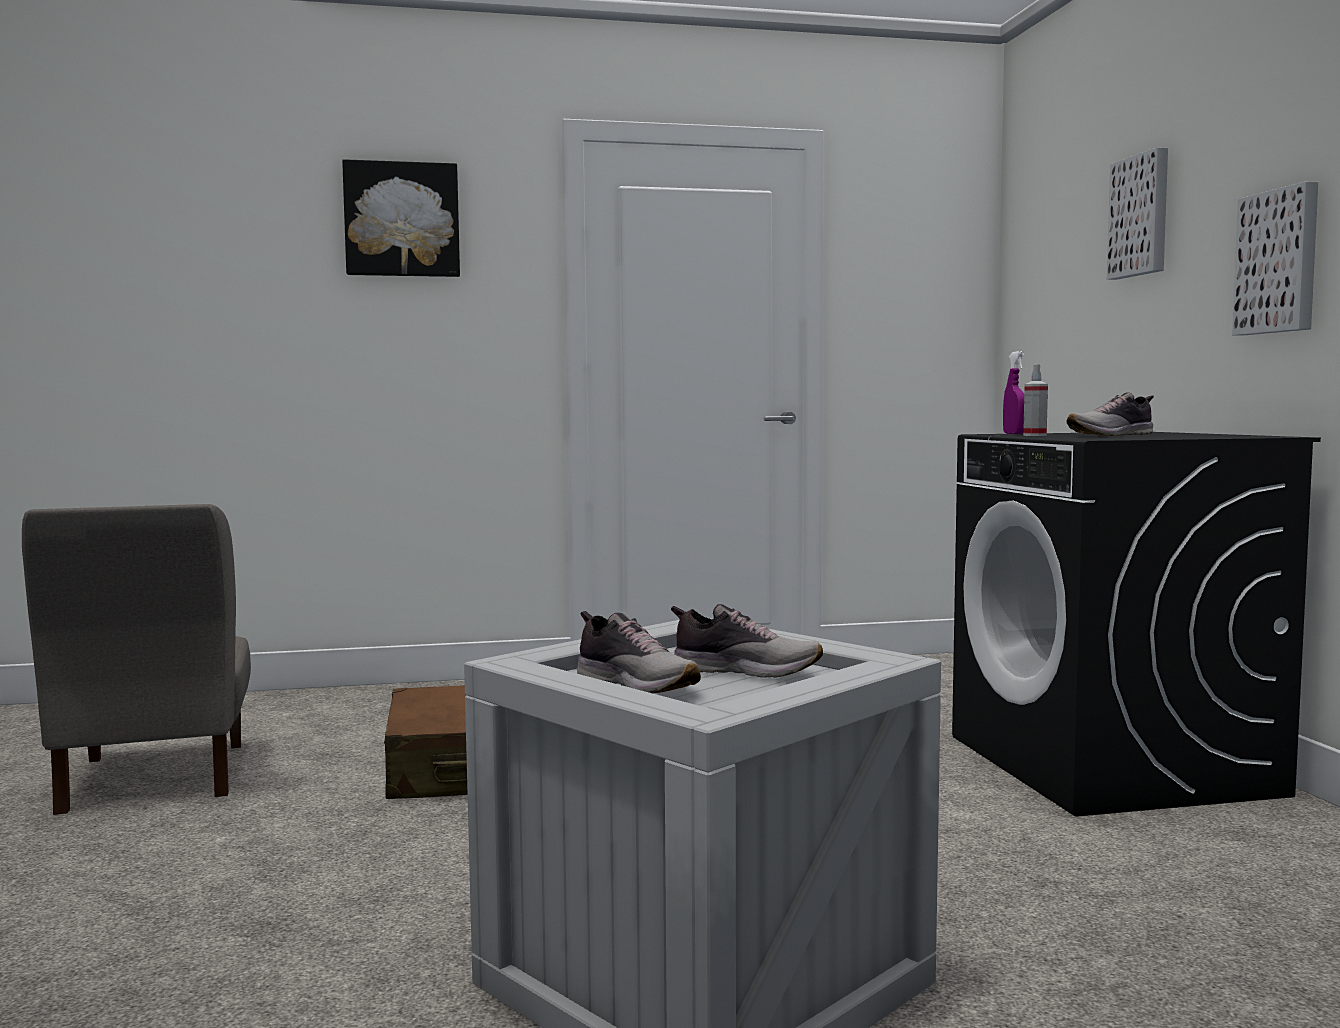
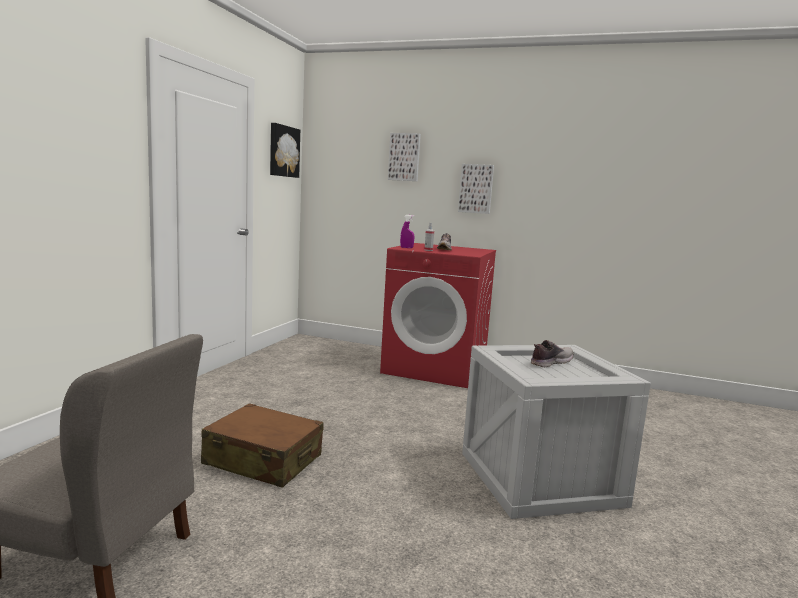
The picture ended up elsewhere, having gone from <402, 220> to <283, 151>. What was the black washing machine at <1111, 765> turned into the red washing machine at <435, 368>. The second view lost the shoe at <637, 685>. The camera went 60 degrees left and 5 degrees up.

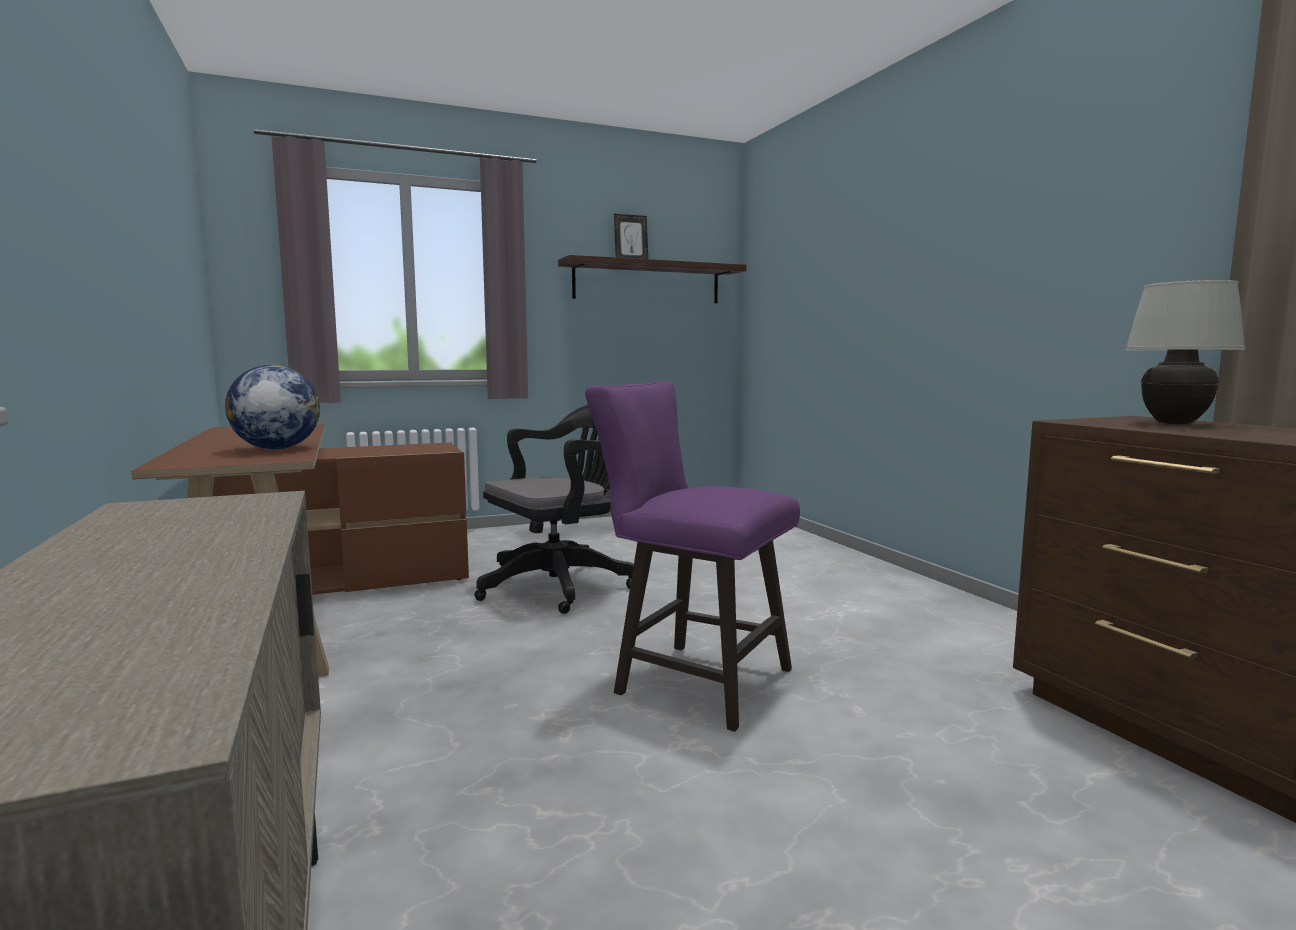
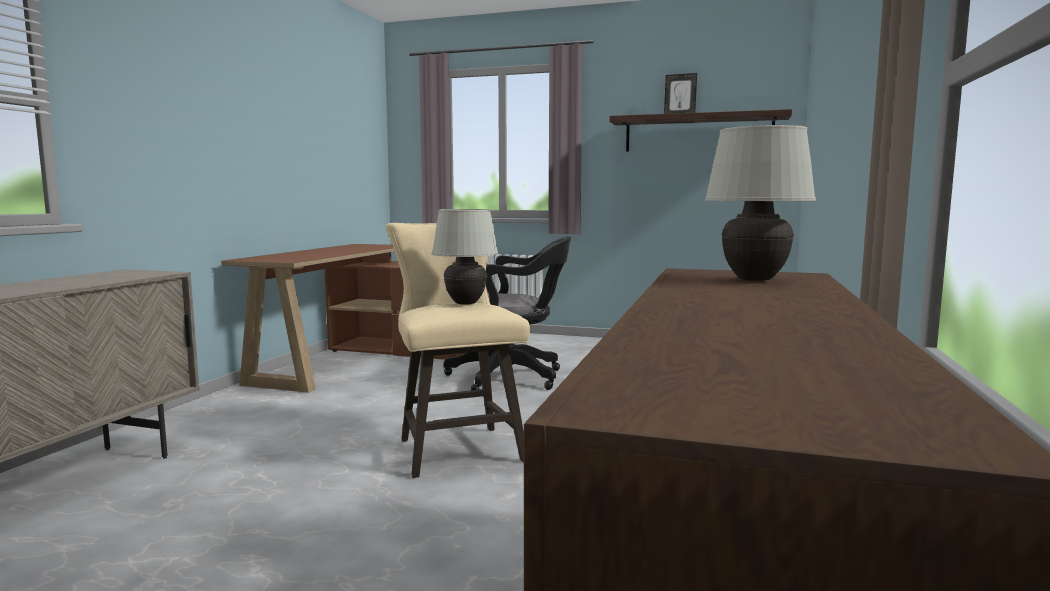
The second view lost the globe at <276, 449>. What was the purple stool at <691, 679> turned into the beige stool at <456, 447>. The second view gained the white table lamp at <465, 304>. The camera went 40 degrees right and 0 degrees up.

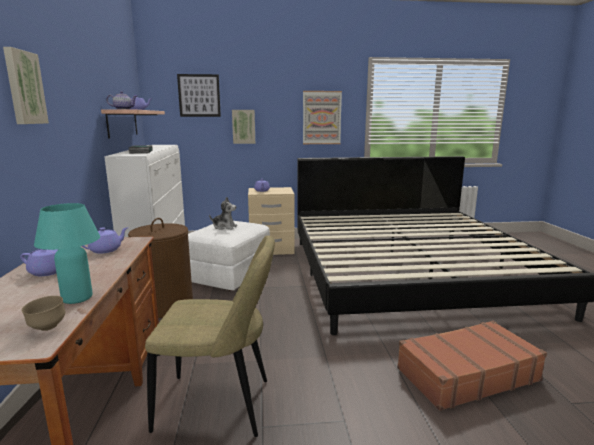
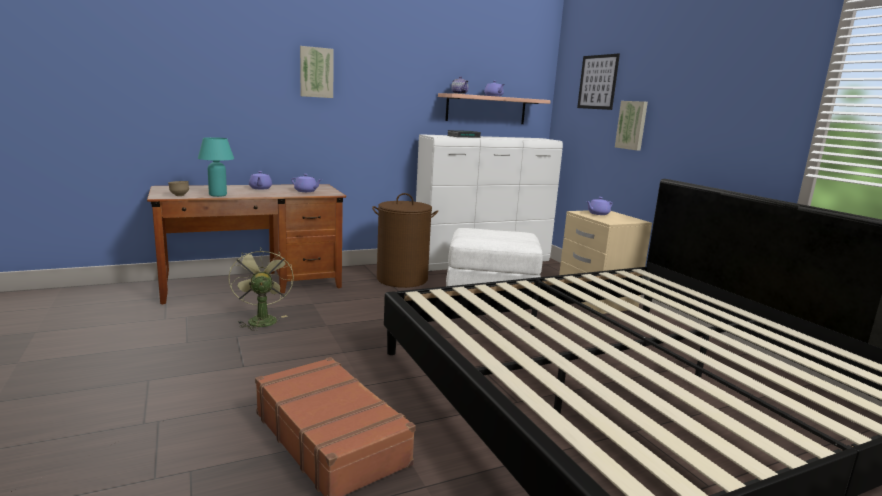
The second view lost the picture at <321, 118>. The second view lost the plush toy at <224, 227>. Where the beige chair stood at <219, 405>, the green fan came to stand at <261, 319>. The camera went 70 degrees right and 0 degrees up.

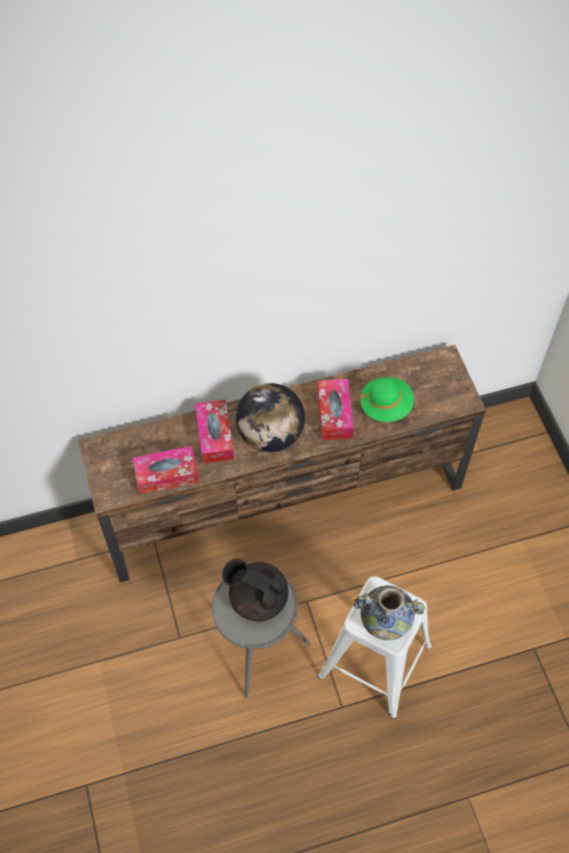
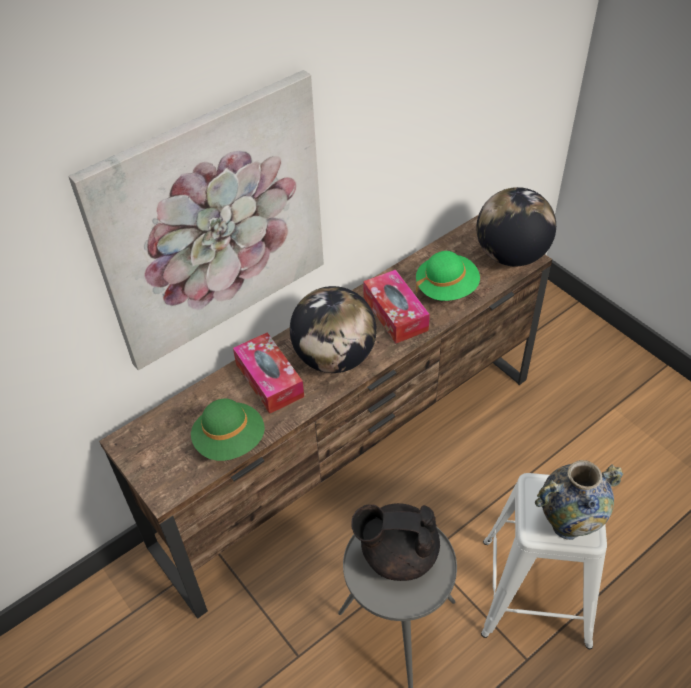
Where the tissue box stood at <167, 475>, the green hat came to stand at <230, 441>. The second view gained the picture at <213, 223>. The second view gained the globe at <511, 255>. The camera went 20 degrees left and 10 degrees down.

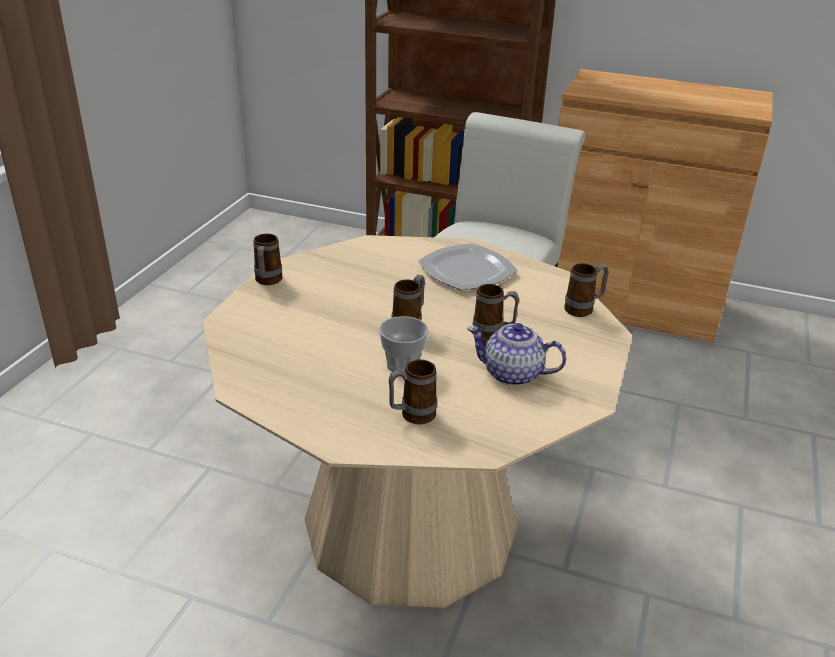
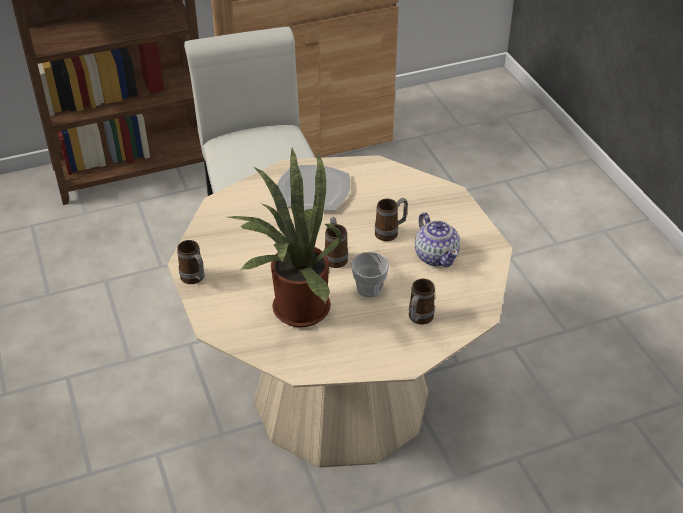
The second view lost the mug at <583, 309>. The teapot at <513, 374> ended up facing another way, 90 degrees counterclockwise from before. The second view gained the potted plant at <295, 309>. The camera went 40 degrees left and 10 degrees up.

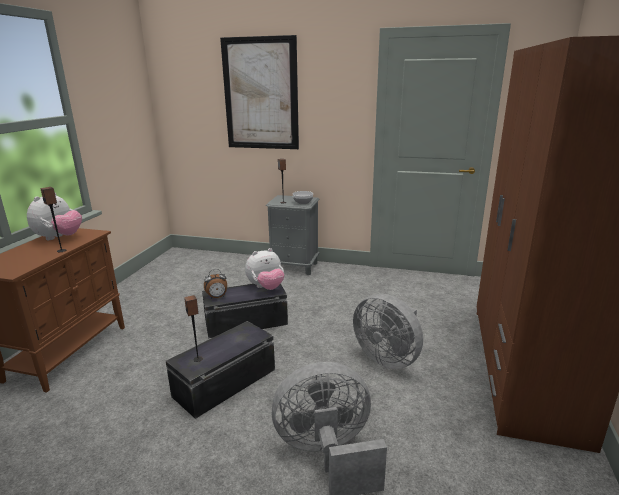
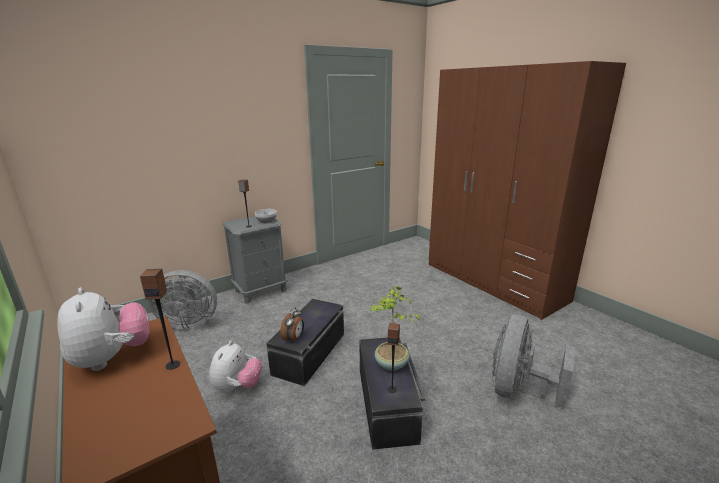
The second view lost the picture at <260, 94>. The plush toy ended up elsewhere, having gone from <266, 287> to <237, 387>. The grey fan ended up elsewhere, having gone from <387, 357> to <189, 322>. The second view gained the potted plant at <391, 365>. The camera went 50 degrees left and 0 degrees up.

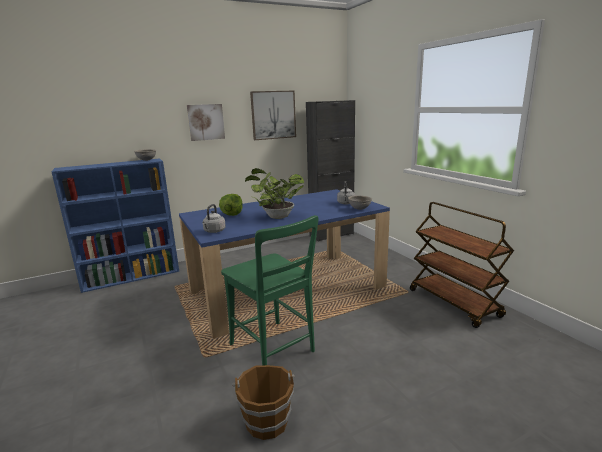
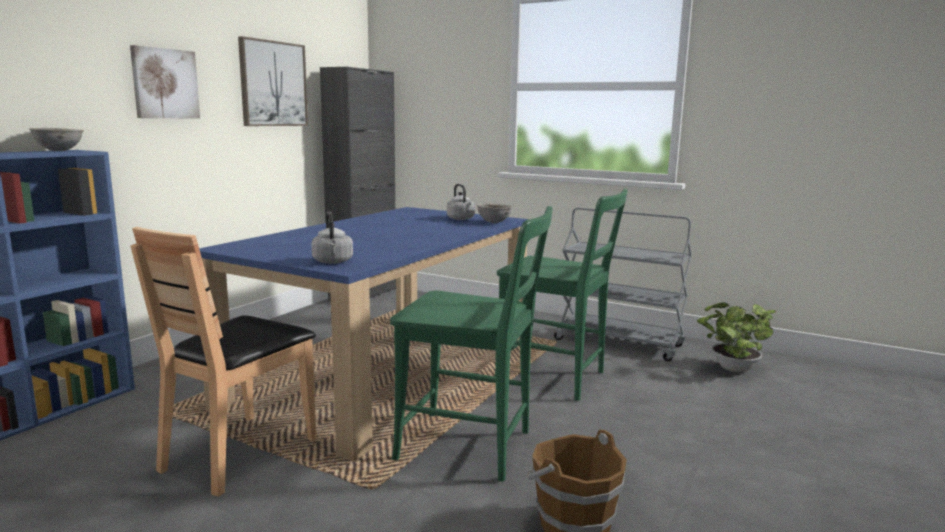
The potted plant ended up elsewhere, having gone from <276, 217> to <731, 369>. The second view lost the lettuce at <232, 214>. What was the brown cart at <454, 303> turned into the grey cart at <619, 343>. The second view gained the green chair at <556, 378>. The second view gained the brown chair at <240, 453>. The camera went 35 degrees left and 5 degrees down.

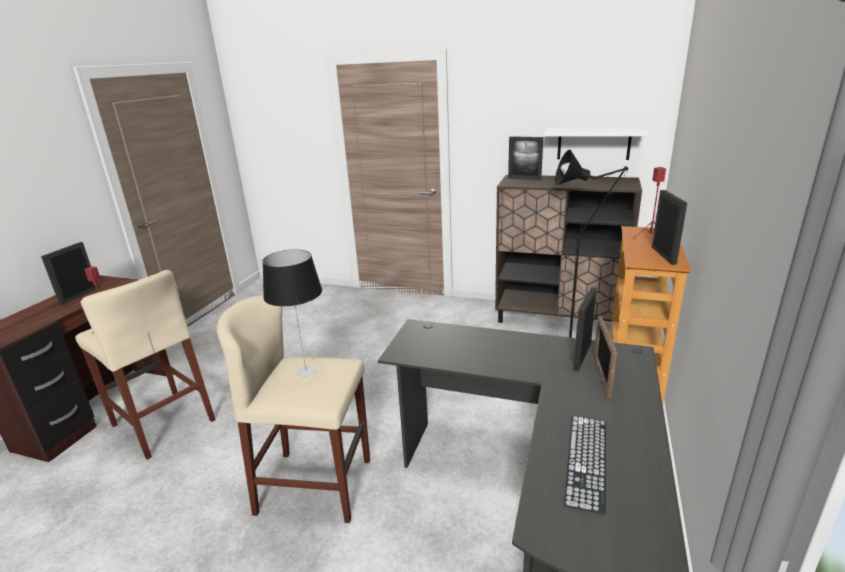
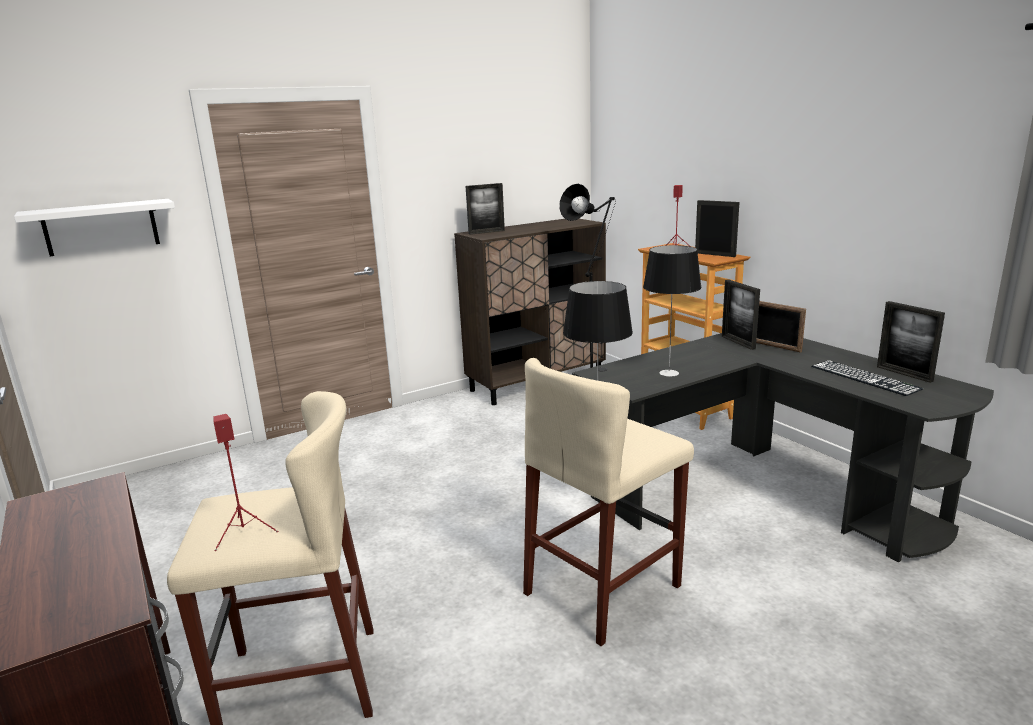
The white shelf ended up elsewhere, having gone from <593, 143> to <101, 227>. The picture frame ended up elsewhere, having gone from <79, 296> to <904, 374>. The second view gained the table lamp at <669, 373>. The camera went 50 degrees left and 5 degrees down.

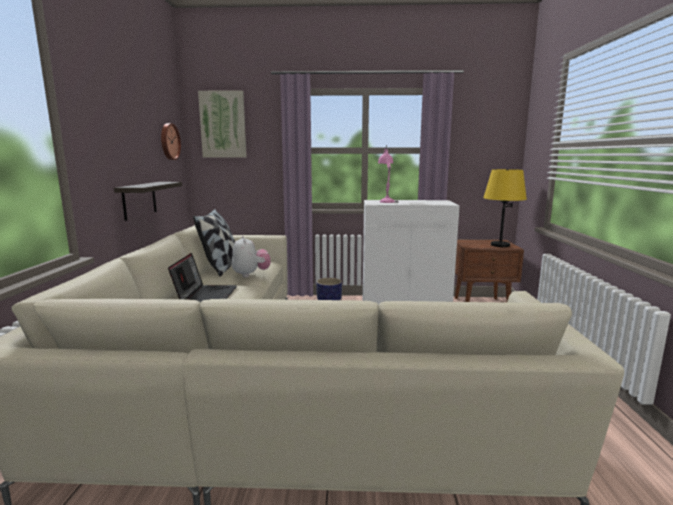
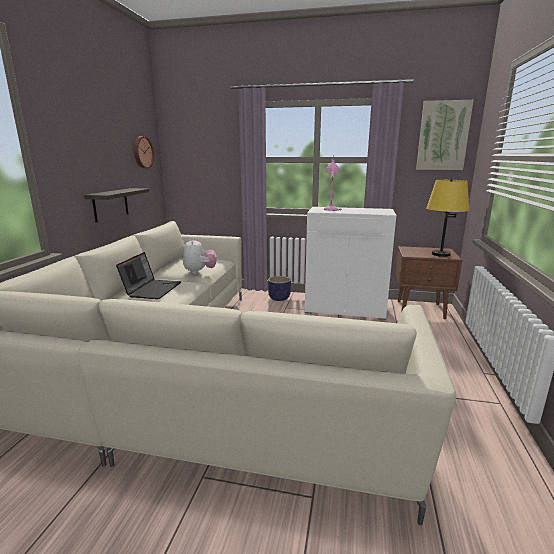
The picture ended up elsewhere, having gone from <223, 124> to <443, 136>. The second view lost the pillow at <221, 268>. The camera went 10 degrees right and 5 degrees up.

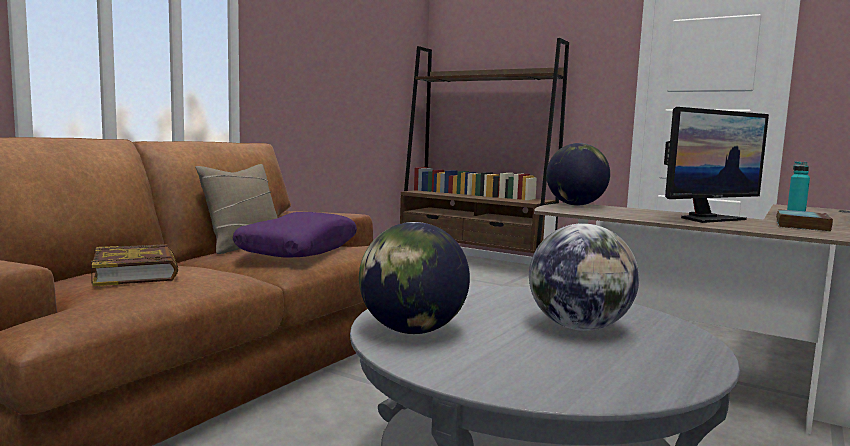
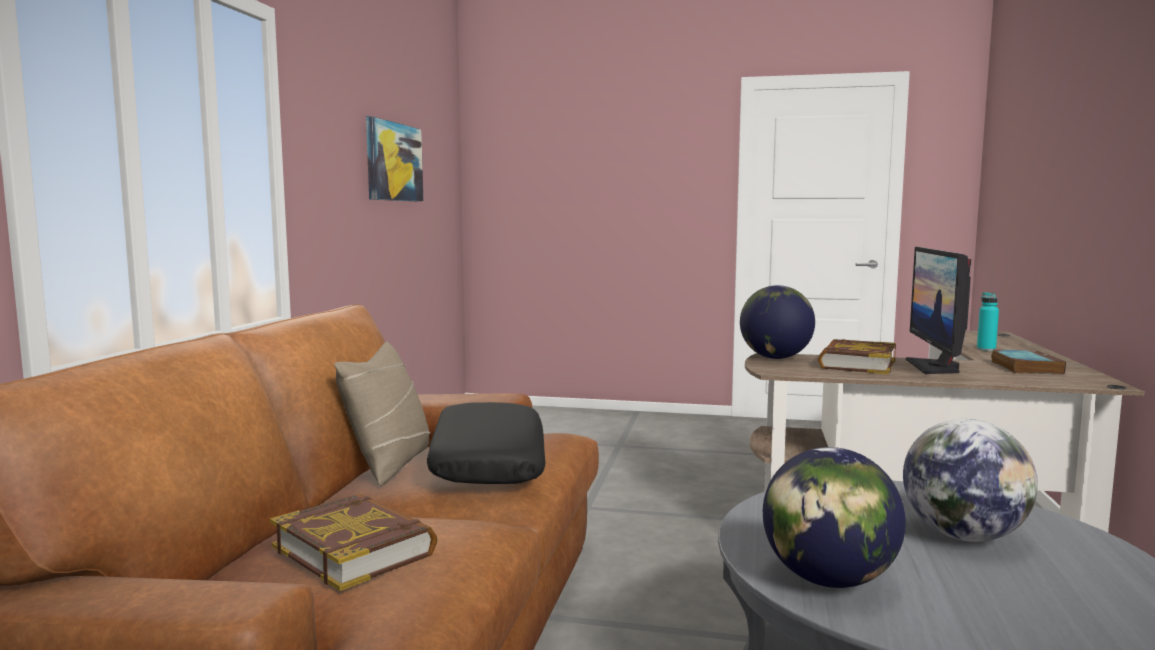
The second view lost the brown bookcase at <474, 262>. The monitor at <708, 218> ended up facing another way, 150 degrees clockwise from before. What was the purple pillow at <298, 250> turned into the black pillow at <487, 462>. The second view gained the picture at <394, 162>. The second view gained the book at <856, 364>. The camera went 20 degrees left and 0 degrees up.

